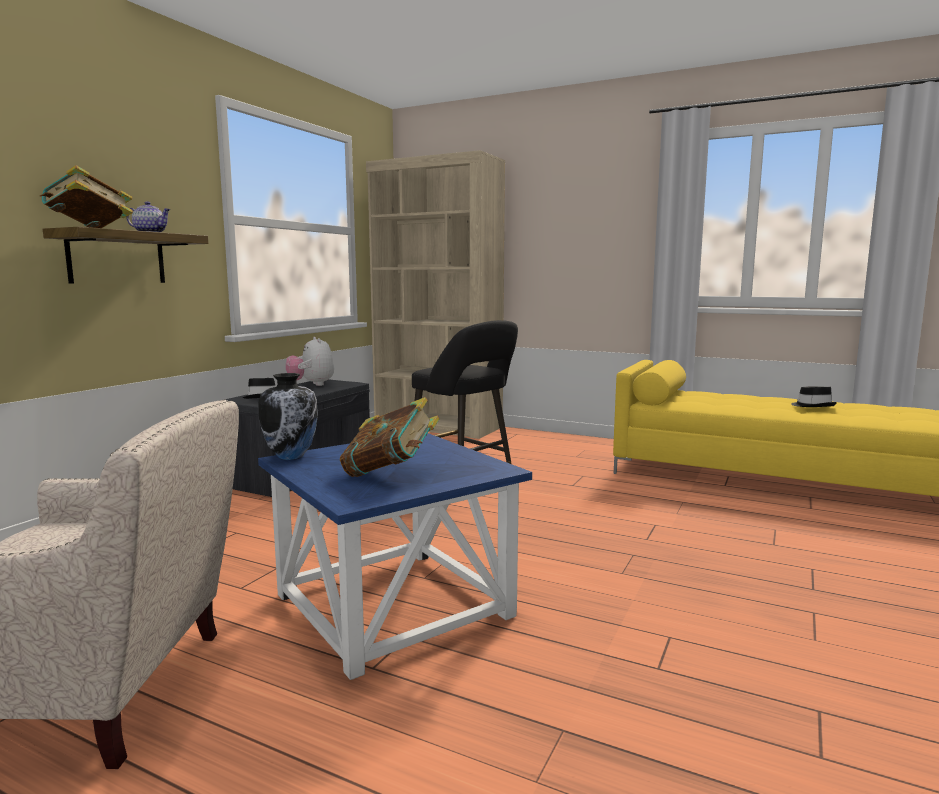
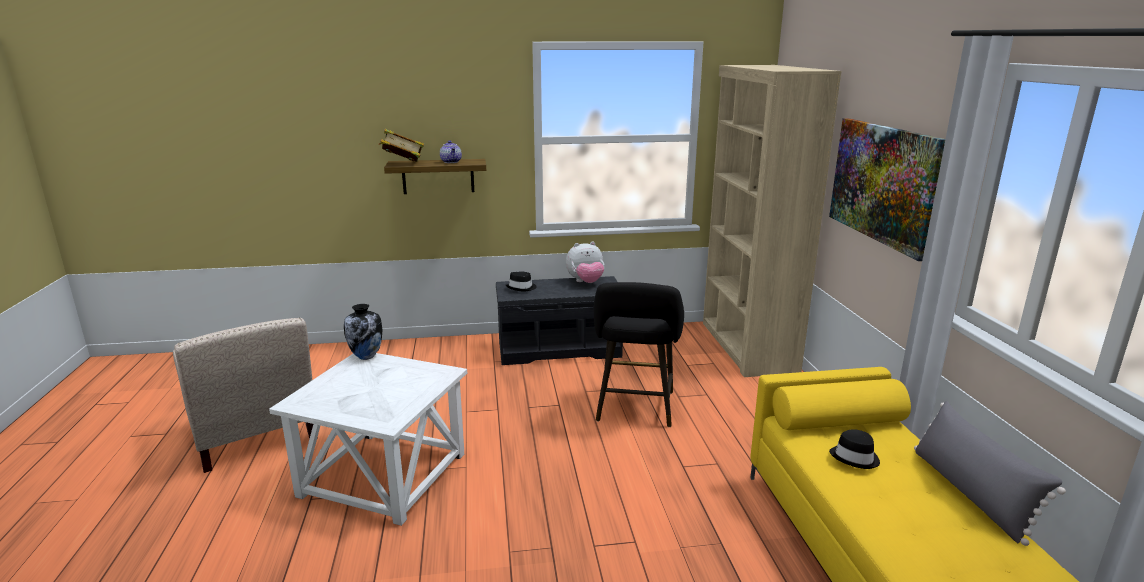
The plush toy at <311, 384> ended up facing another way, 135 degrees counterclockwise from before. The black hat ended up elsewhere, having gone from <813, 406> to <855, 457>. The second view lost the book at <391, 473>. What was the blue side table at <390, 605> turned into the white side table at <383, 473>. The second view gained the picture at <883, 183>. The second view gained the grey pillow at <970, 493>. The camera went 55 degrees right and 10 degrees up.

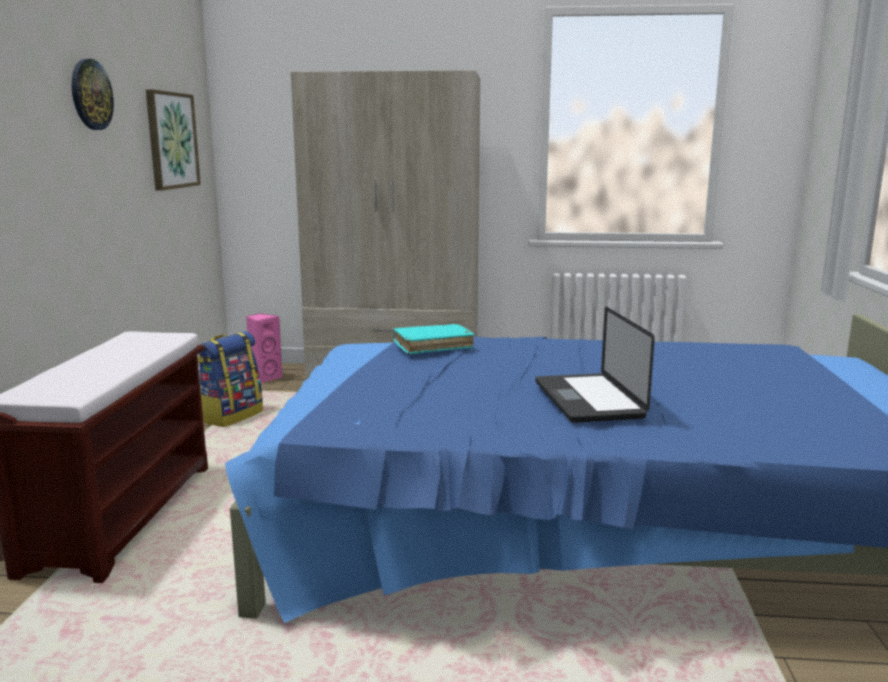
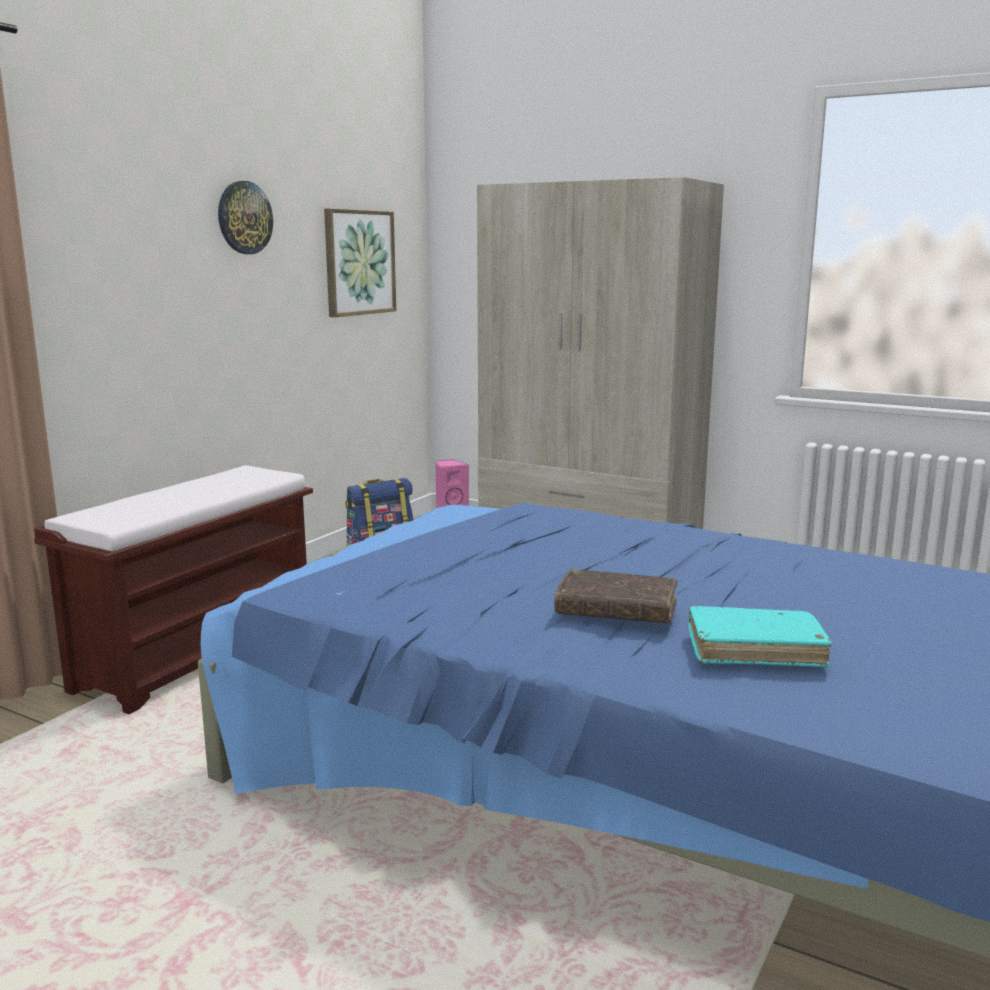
Where the laptop stood at <588, 400>, the brown book came to stand at <616, 610>. The turquoise book ended up elsewhere, having gone from <433, 346> to <755, 649>. The camera went 25 degrees right and 0 degrees up.

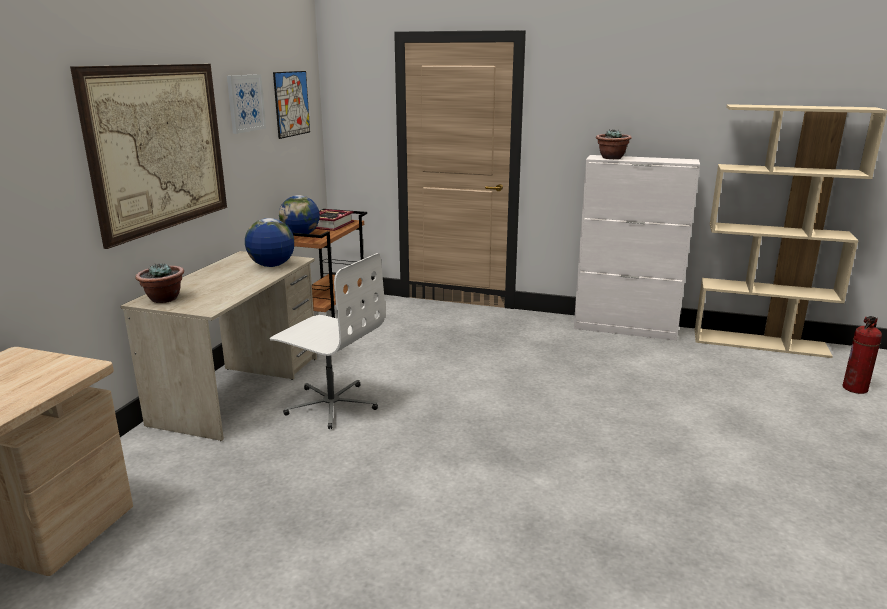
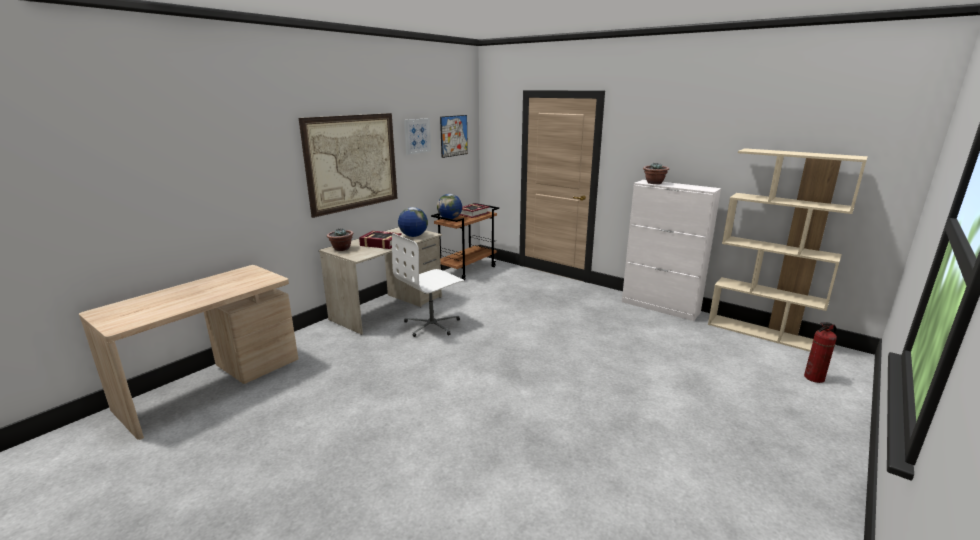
The white office chair at <331, 404> ended up facing another way, 90 degrees clockwise from before. The second view gained the book at <381, 244>. The camera went 20 degrees right and 0 degrees up.

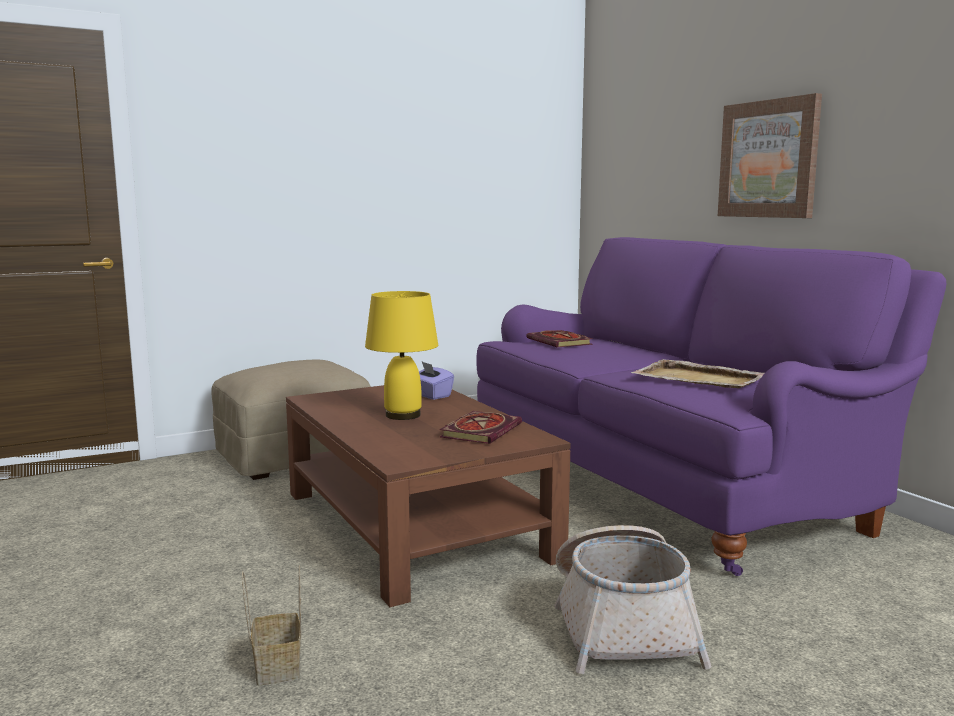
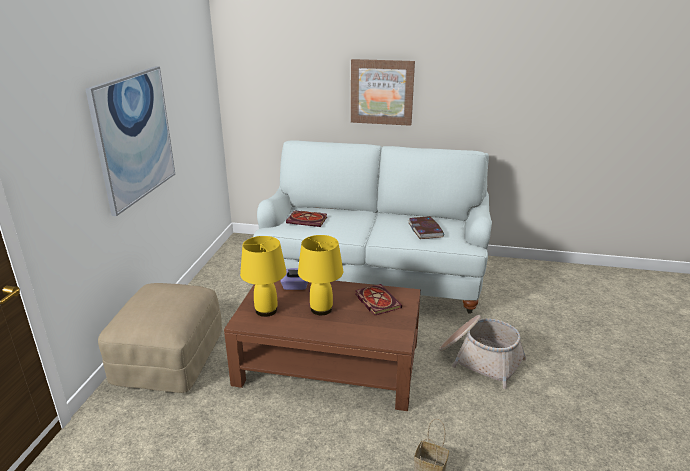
What was the purple sofa at <667, 483> turned into the white sofa at <374, 276>. Where the beige tray stood at <700, 379>, the book came to stand at <425, 230>. The second view gained the picture at <134, 137>. The second view gained the yellow table lamp at <266, 310>. The camera went 50 degrees left and 15 degrees up.

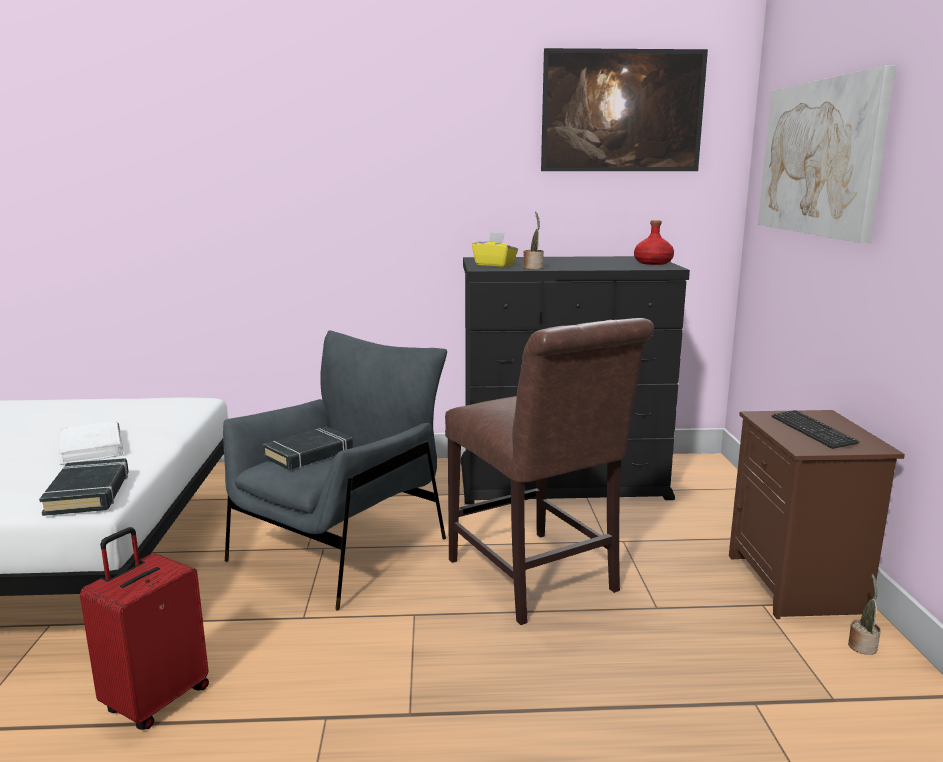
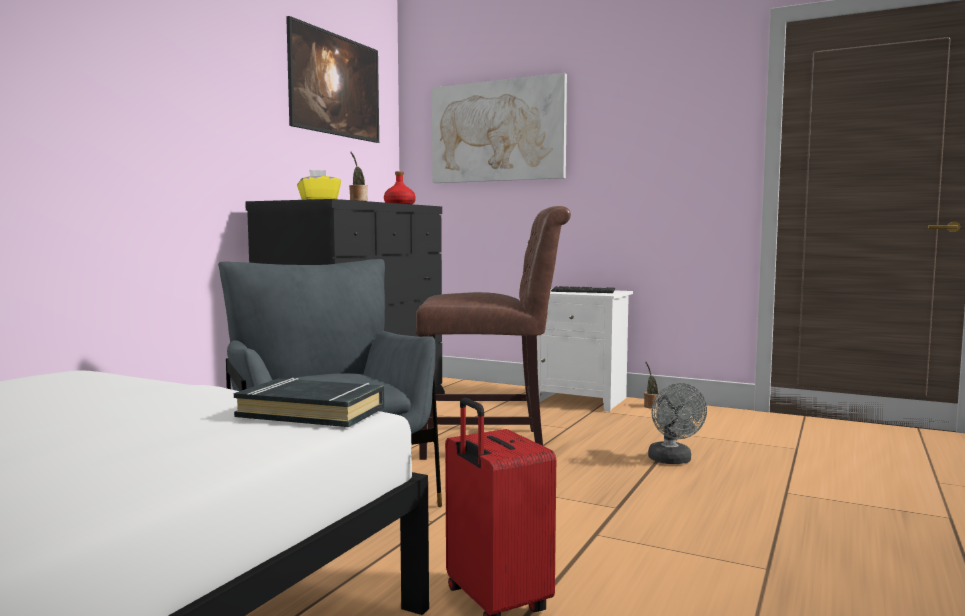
What was the brown nightstand at <798, 585> turned into the white nightstand at <583, 400>. The second view lost the white book at <91, 447>. The second view lost the black book at <309, 454>. The second view gained the grey fan at <672, 461>. The camera went 60 degrees left and 10 degrees down.

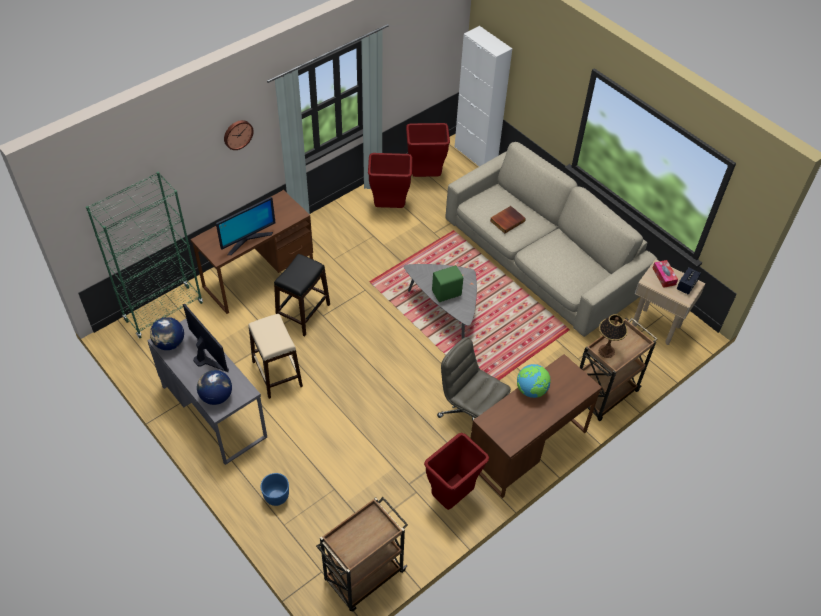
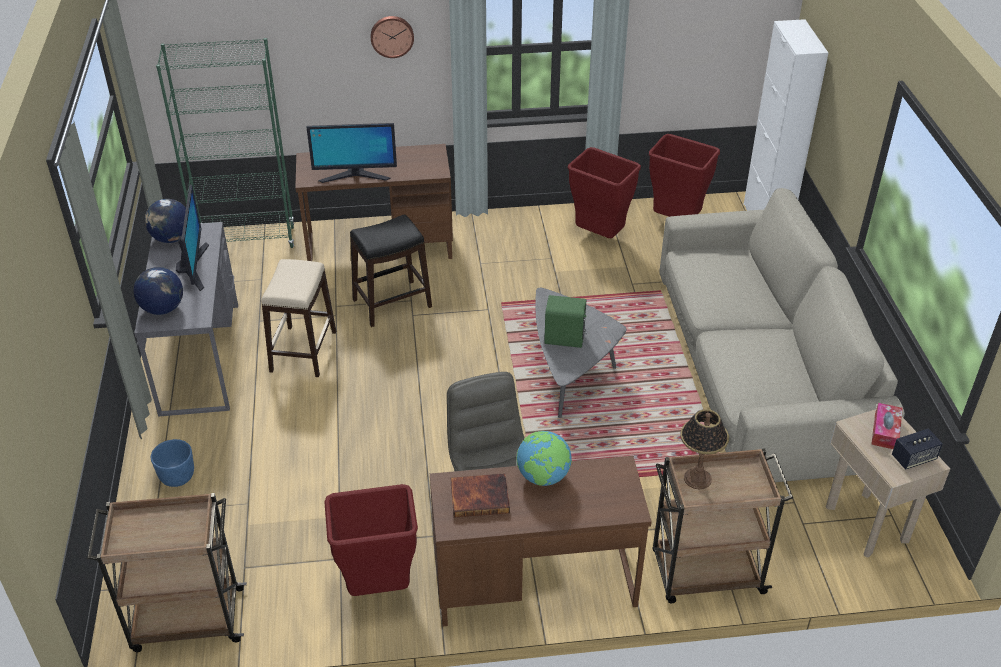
The book ended up elsewhere, having gone from <507, 220> to <480, 497>. The camera went 35 degrees right and 10 degrees down.

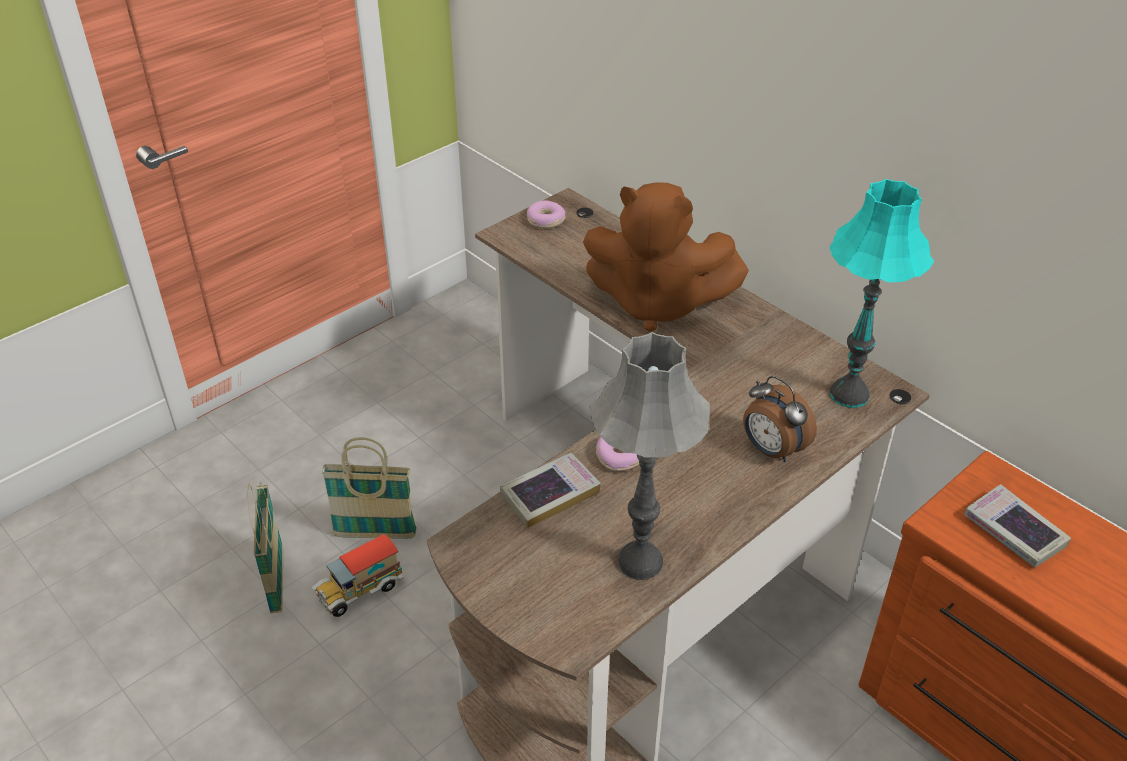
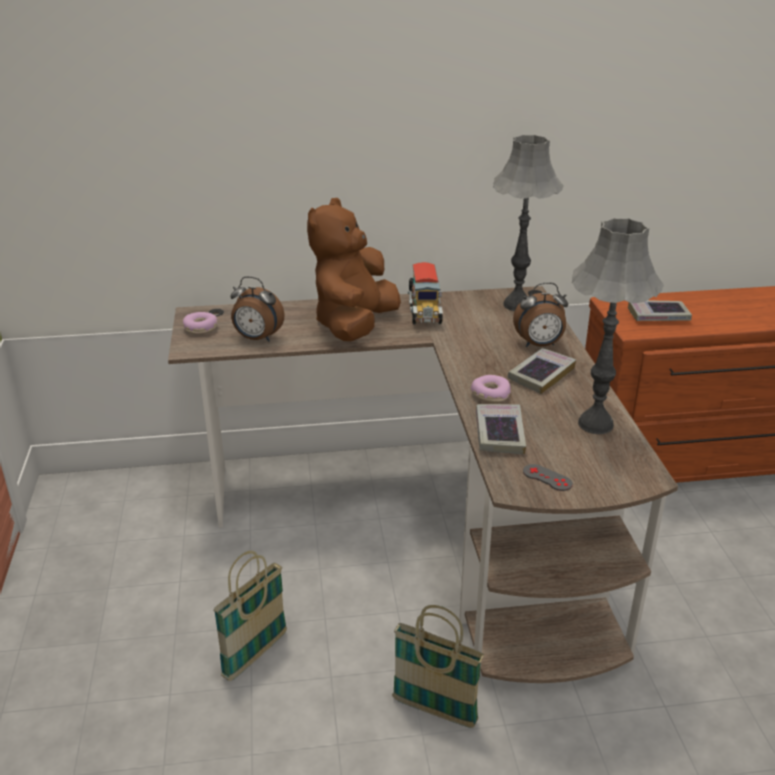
What was the turquoise table lamp at <848, 394> turned into the grey table lamp at <517, 305>. The brown plush toy at <656, 304> ended up facing another way, 150 degrees clockwise from before. The basket ended up elsewhere, having gone from <277, 581> to <434, 710>. The toy truck ended up elsewhere, having gone from <359, 591> to <424, 313>. The second view gained the alarm clock at <257, 338>. The second view gained the book at <541, 375>. The second view gained the grey game controller at <547, 478>. The camera went 55 degrees left and 10 degrees down.

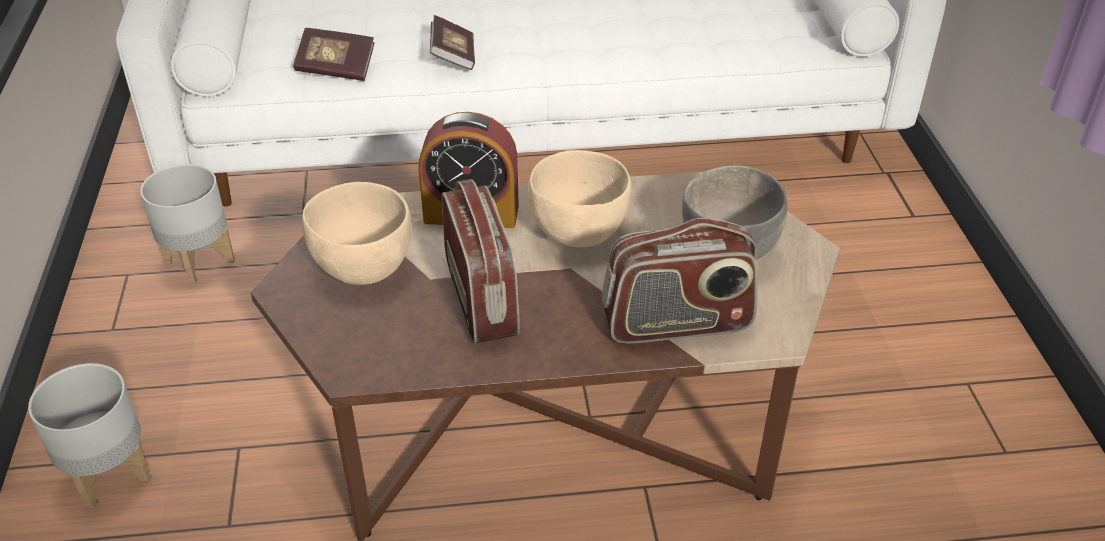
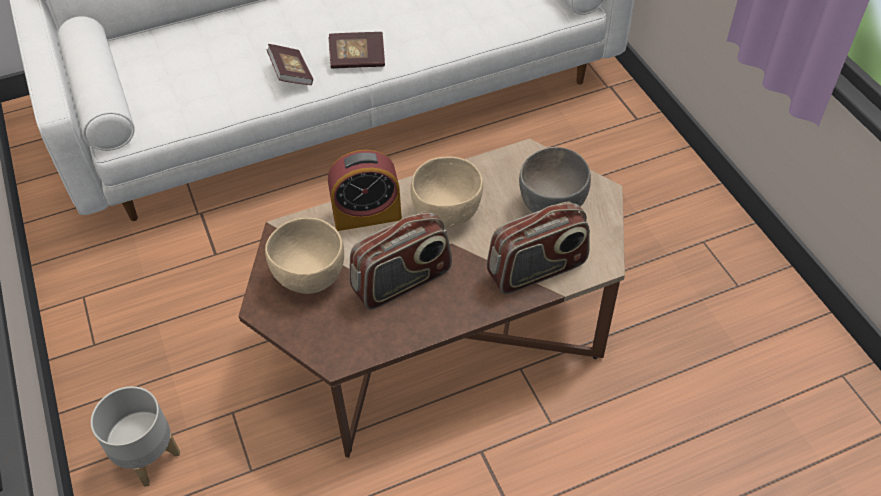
The book ended up elsewhere, having gone from <336, 69> to <357, 60>. The second view lost the grey planter at <198, 261>. The radio at <482, 299> ended up facing another way, 90 degrees clockwise from before. The camera went 15 degrees left and 10 degrees up.

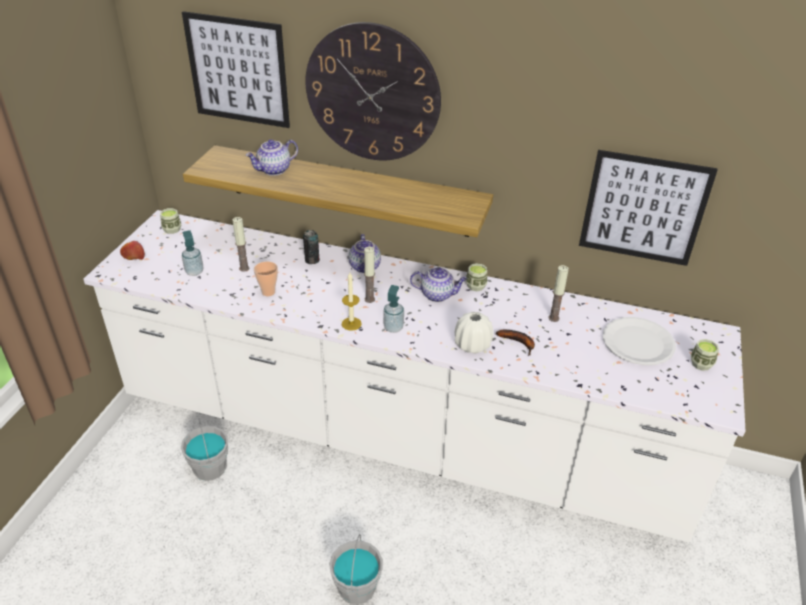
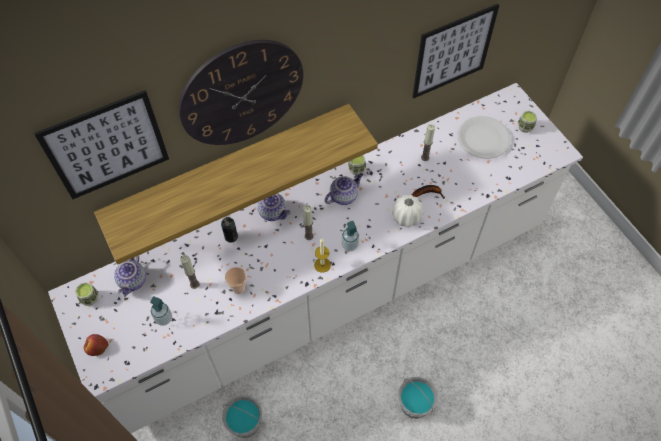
The teapot ended up elsewhere, having gone from <274, 170> to <133, 281>. The camera went 45 degrees left and 20 degrees up.

